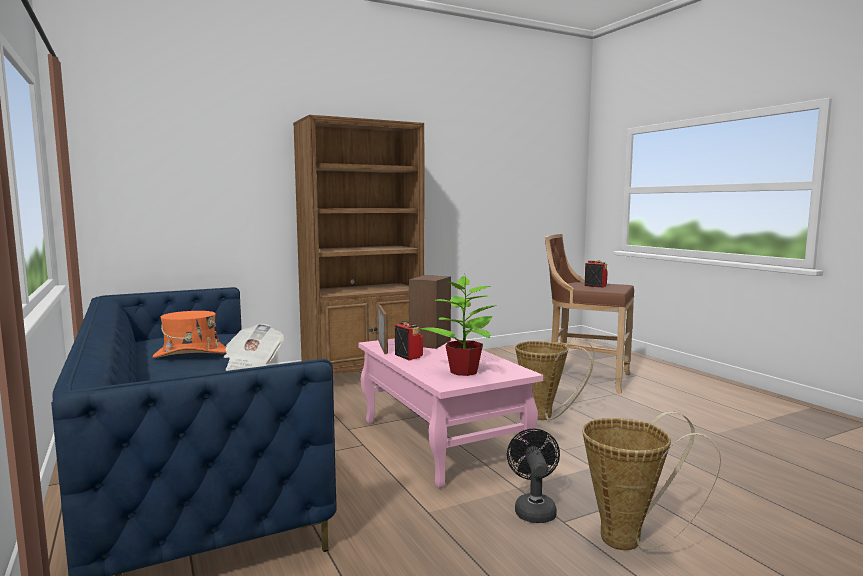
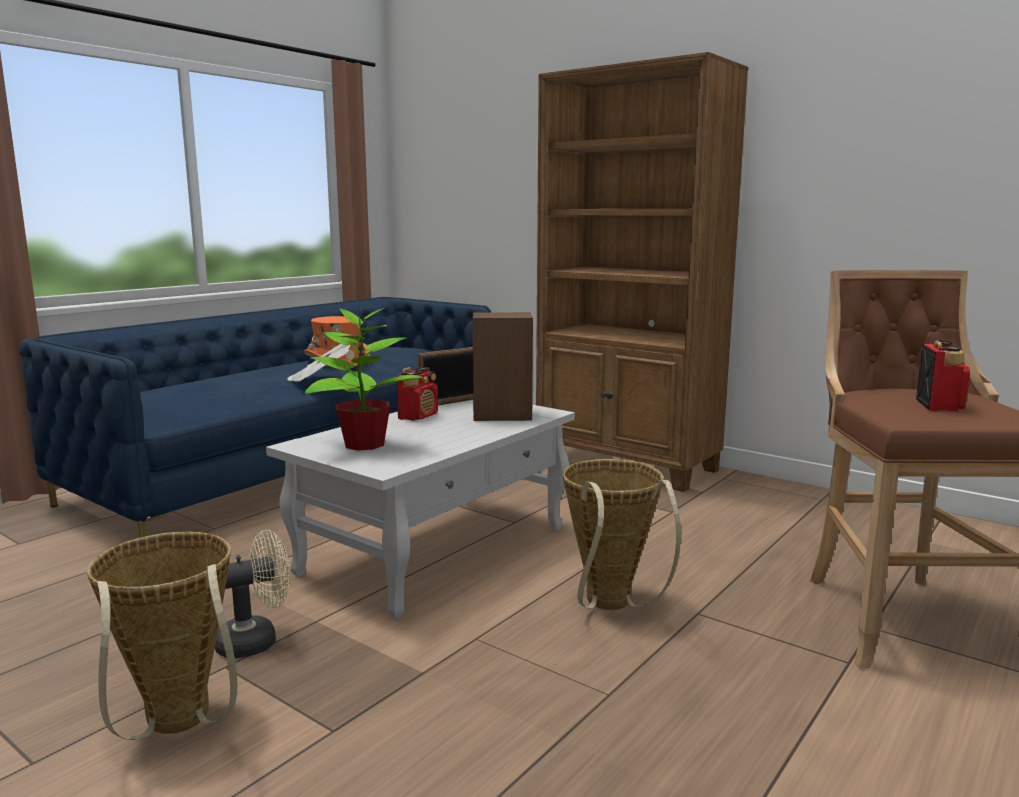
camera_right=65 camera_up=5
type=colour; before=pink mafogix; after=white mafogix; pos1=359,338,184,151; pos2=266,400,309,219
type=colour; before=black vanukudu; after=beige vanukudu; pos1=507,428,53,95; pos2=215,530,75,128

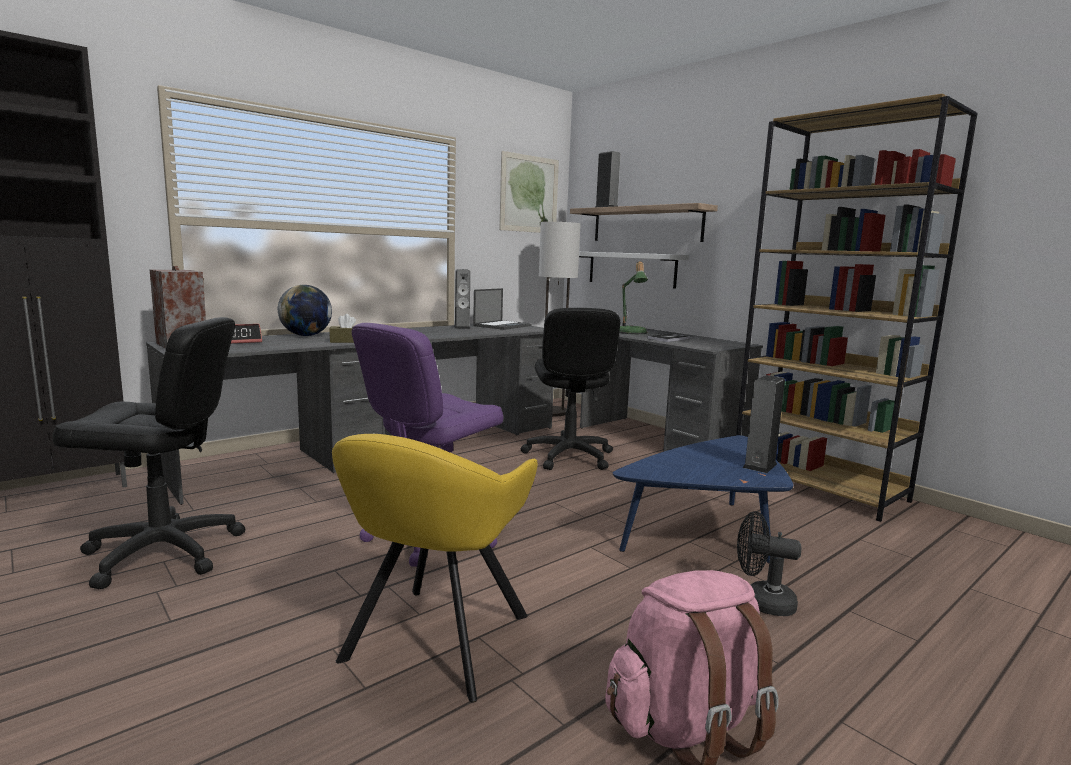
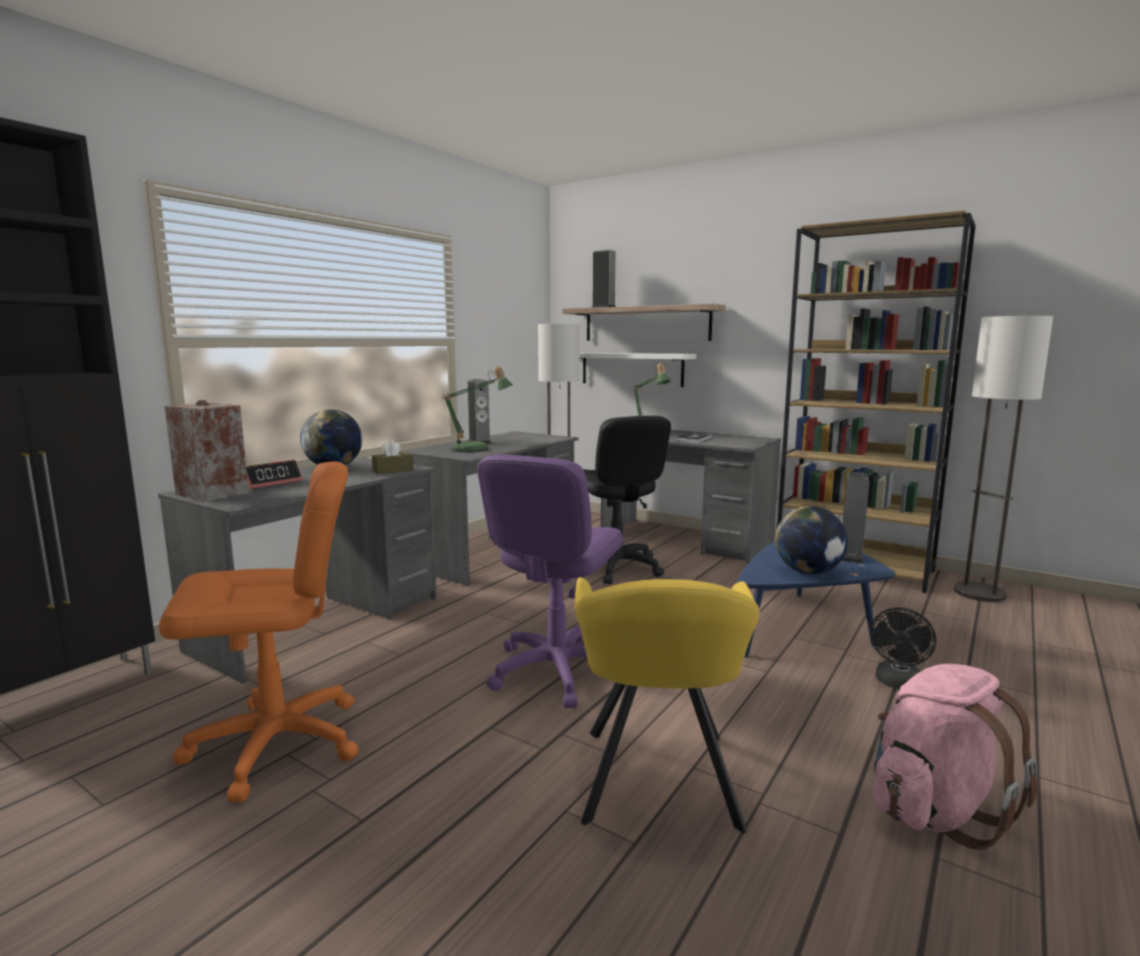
camera_right=-15 camera_up=0
type=missing; before=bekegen; pos1=500,151,59,82
type=missing; before=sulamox; pos1=473,288,59,42
type=colour; before=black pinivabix; after=orange pinivabix; pos1=52,317,193,272; pos2=159,461,200,341
type=spun; before=black vanukudu; pos1=737,511,64,105; pos2=870,607,66,82; turn=-60
type=appeared; after=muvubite; pos2=954,316,99,286
type=appeared; after=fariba; pos2=442,366,71,86
type=appeared; after=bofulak; pos2=775,506,73,68

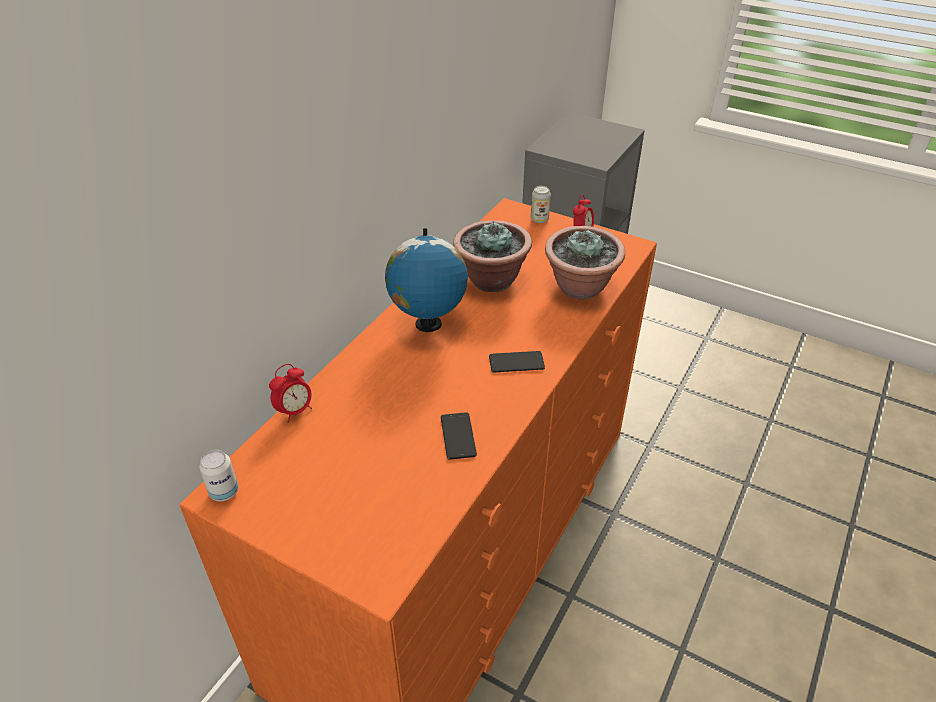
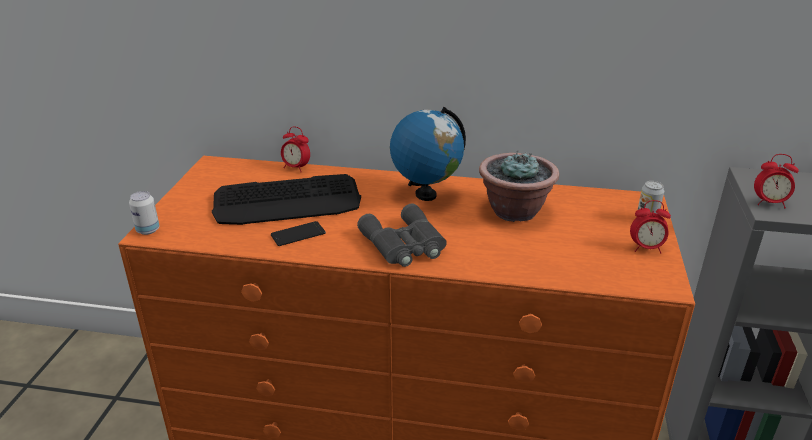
camera_right=70 camera_up=-10
type=missing; before=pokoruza; pos1=545,226,80,73
type=exchanged; before=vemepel; after=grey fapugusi; pos1=489,351,56,21; pos2=357,203,90,64
type=relocated; before=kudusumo; pos1=199,450,39,51; pos2=129,191,31,44
type=appeared; after=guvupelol; pos2=754,154,45,54
type=appeared; after=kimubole; pos2=212,174,149,51

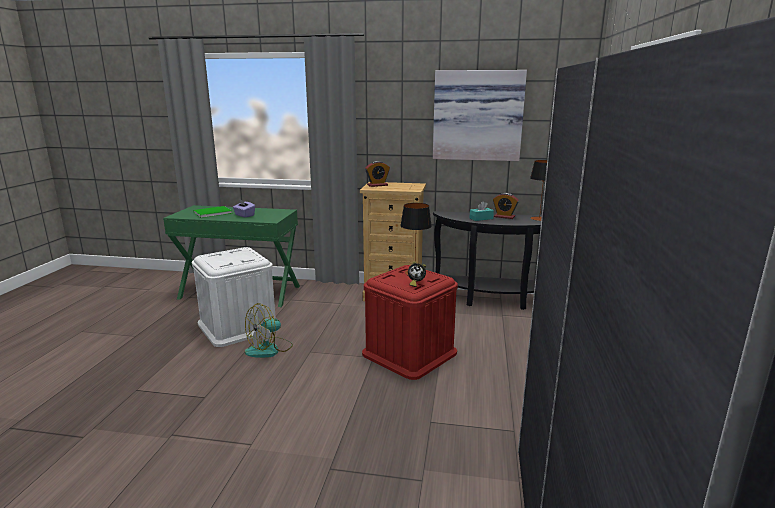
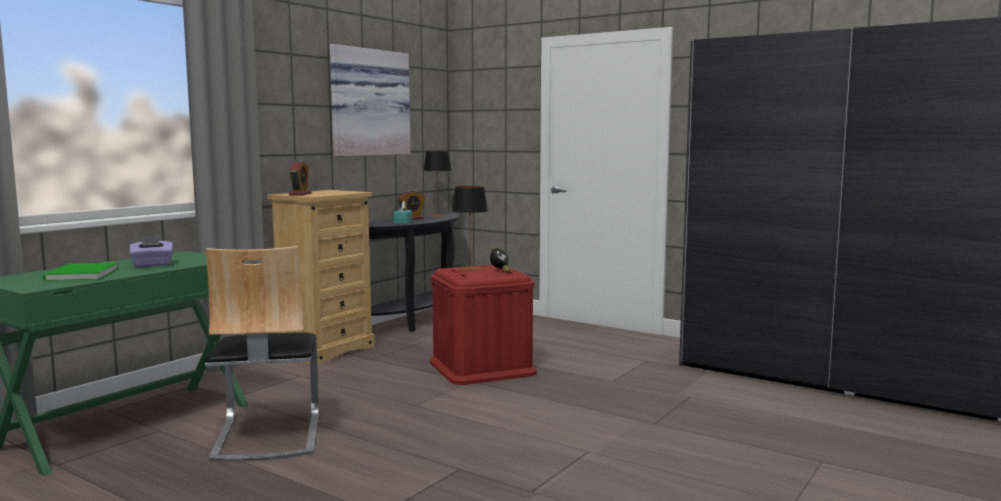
camera_right=-65 camera_up=-10
type=exchanged; before=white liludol; after=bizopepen; pos1=192,247,86,100; pos2=204,246,115,215
type=missing; before=vanukudu; pos1=245,303,48,55

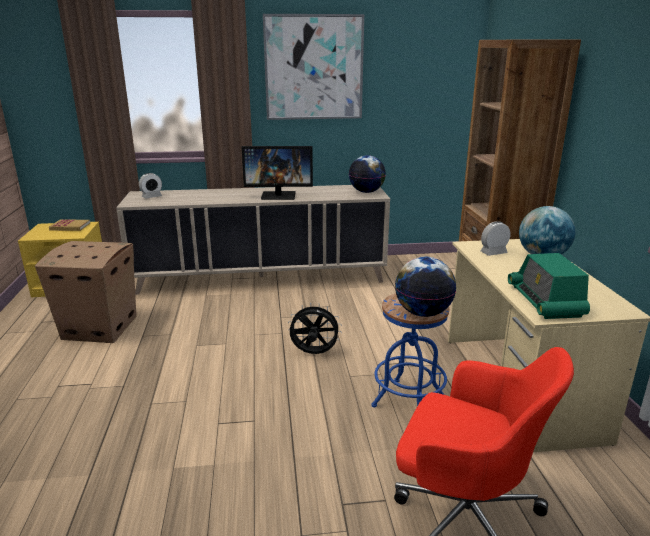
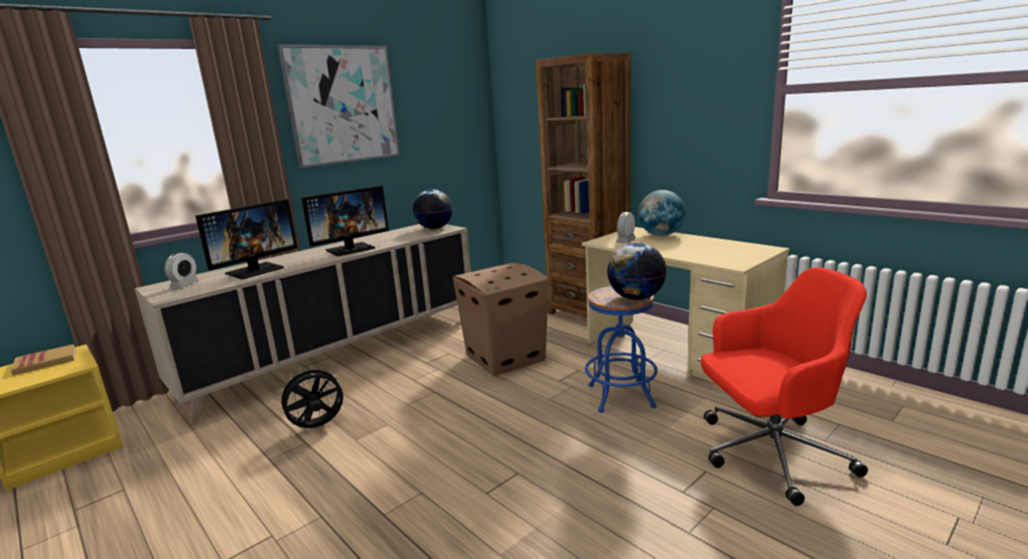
camera_right=-35 camera_up=-5
type=relocated; before=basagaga; pos1=35,241,102,102; pos2=453,263,96,113
type=missing; before=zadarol; pos1=508,253,82,66
type=relocated; before=black vanukudu; pos1=288,303,54,51; pos2=277,365,67,63
type=appeared; after=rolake; pos2=195,199,102,80

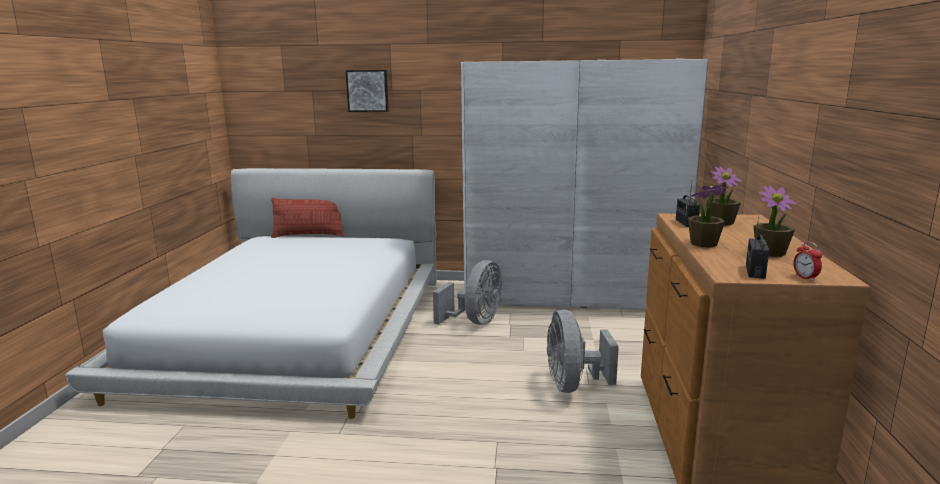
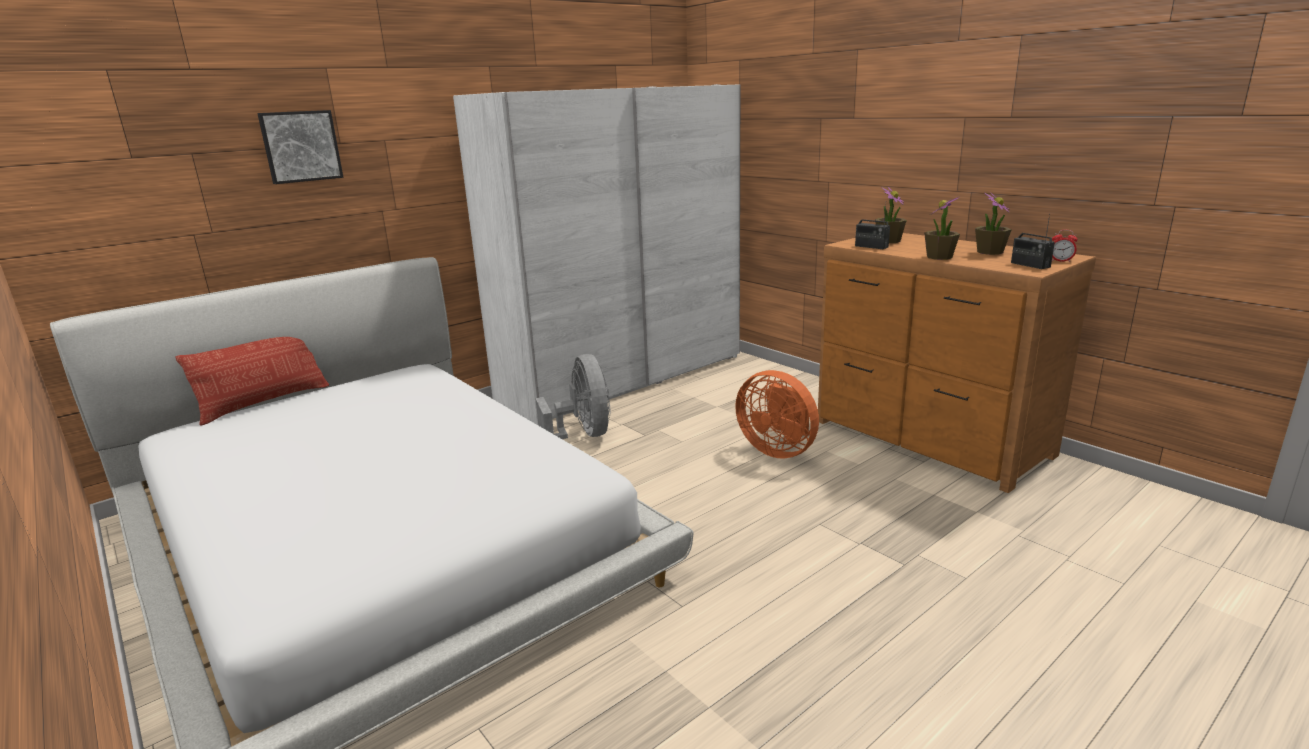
camera_right=-45 camera_up=5
type=colour; before=grey vanukudu; after=orange vanukudu; pos1=547,309,72,84; pos2=735,370,84,89

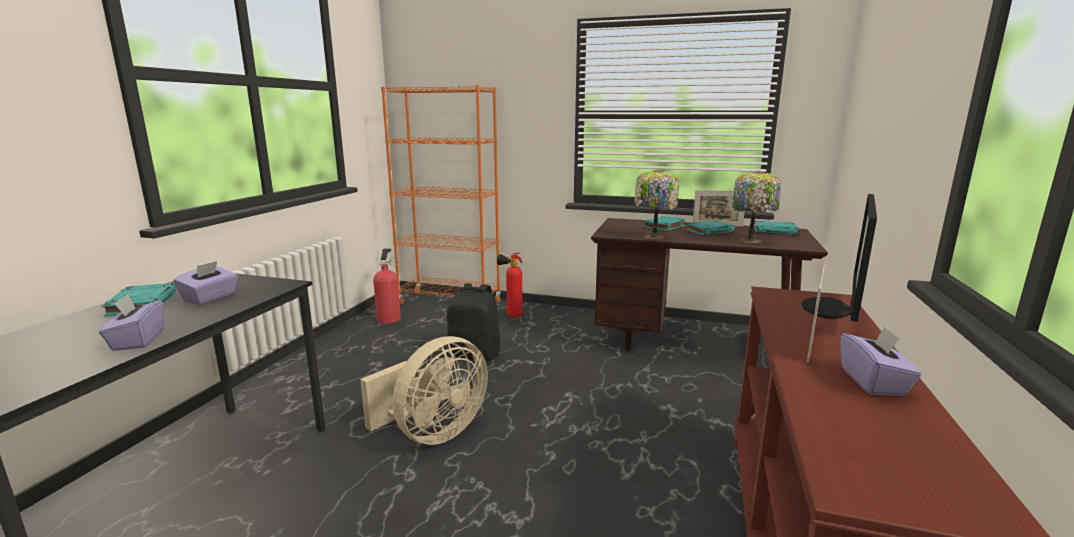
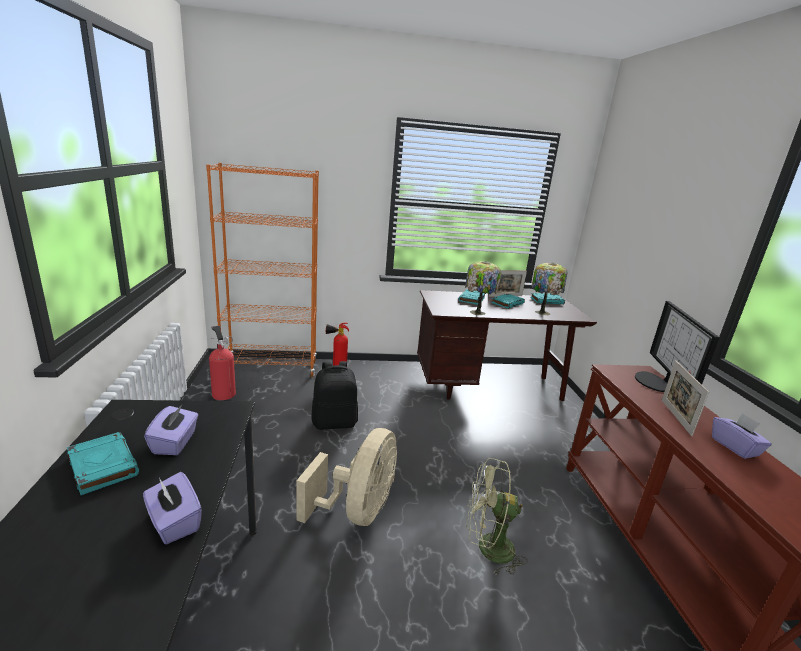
camera_right=-25 camera_up=5
type=appeared; after=green vanukudu; pos2=466,458,61,117

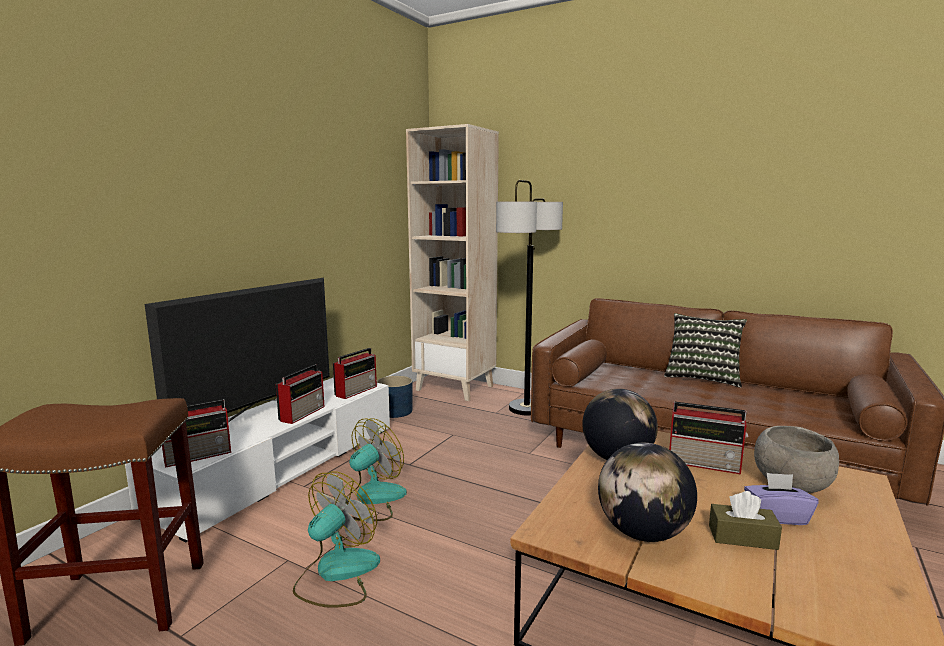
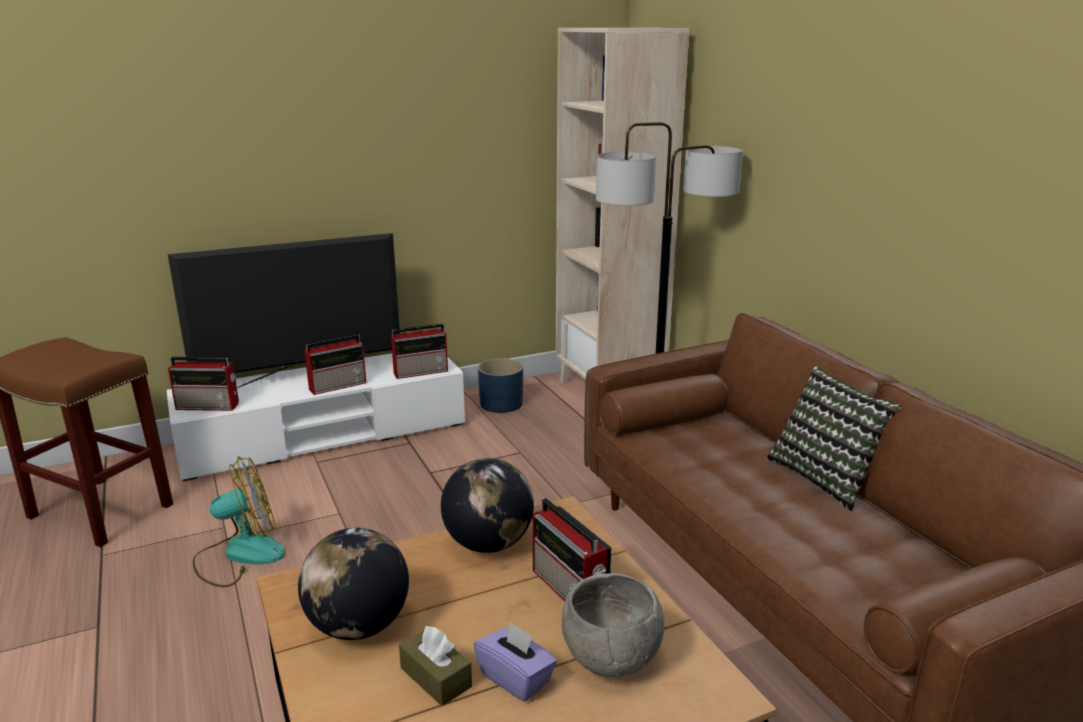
camera_right=35 camera_up=10
type=missing; before=vanukudu; pos1=347,418,60,103

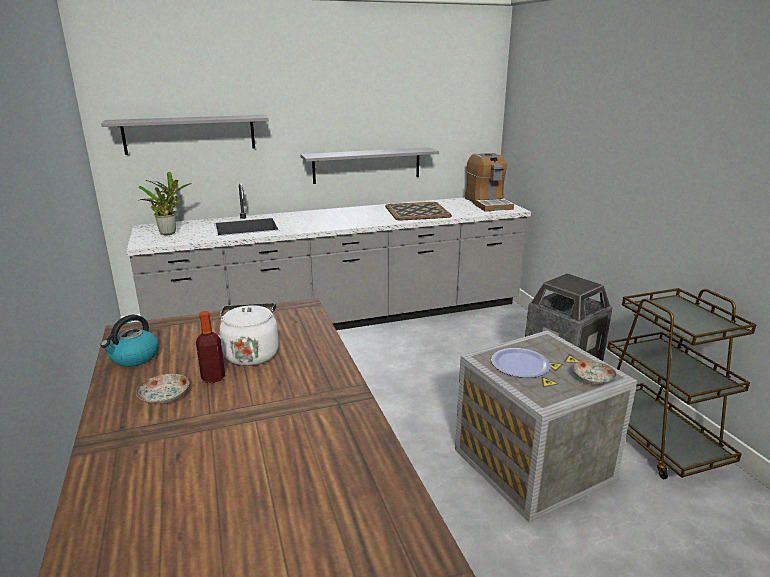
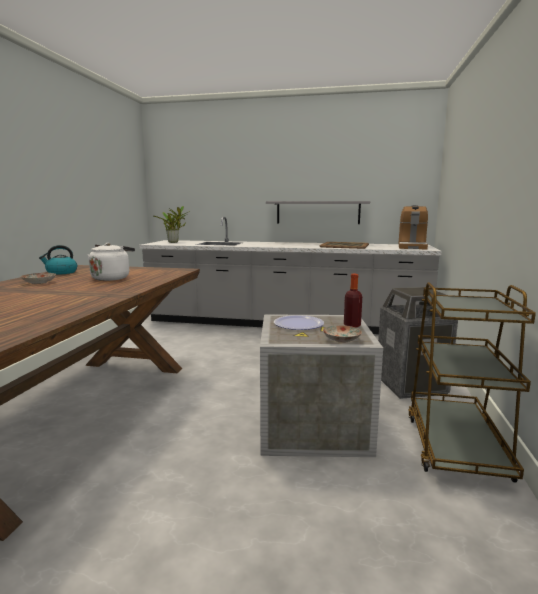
camera_right=30 camera_up=-10
type=missing; before=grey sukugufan; pos1=101,115,168,40
type=relocated; before=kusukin; pos1=196,311,29,72; pos2=344,274,18,54

